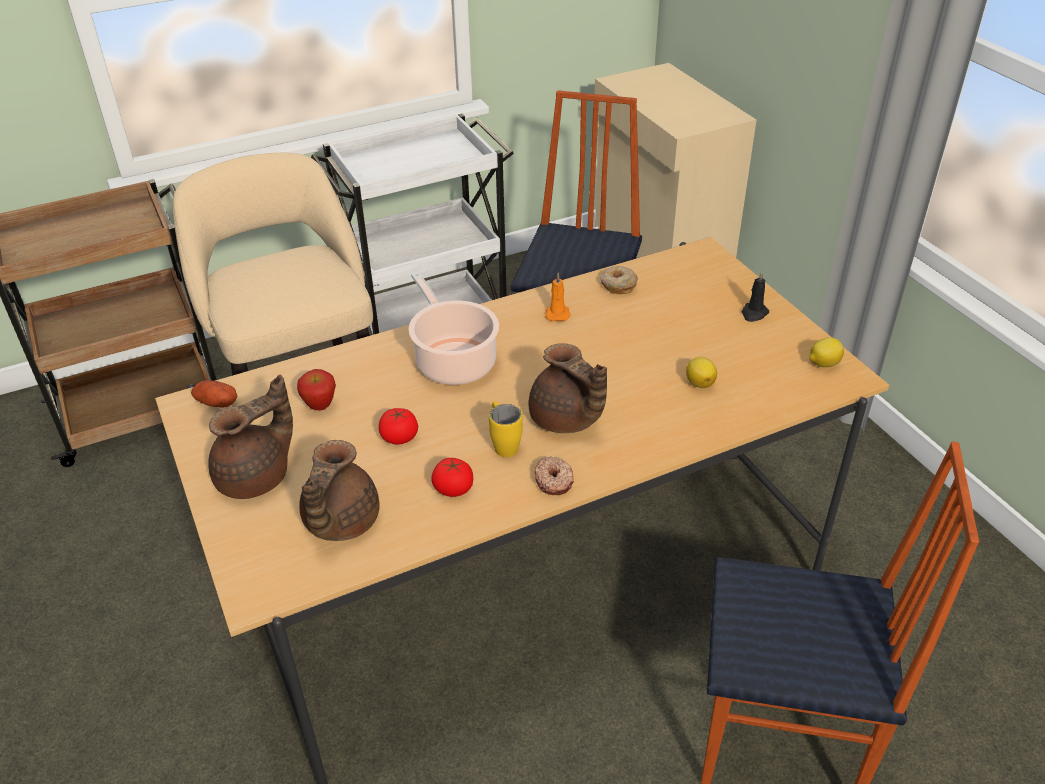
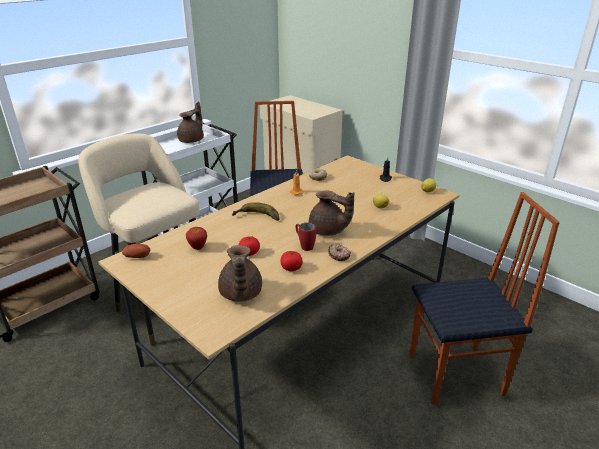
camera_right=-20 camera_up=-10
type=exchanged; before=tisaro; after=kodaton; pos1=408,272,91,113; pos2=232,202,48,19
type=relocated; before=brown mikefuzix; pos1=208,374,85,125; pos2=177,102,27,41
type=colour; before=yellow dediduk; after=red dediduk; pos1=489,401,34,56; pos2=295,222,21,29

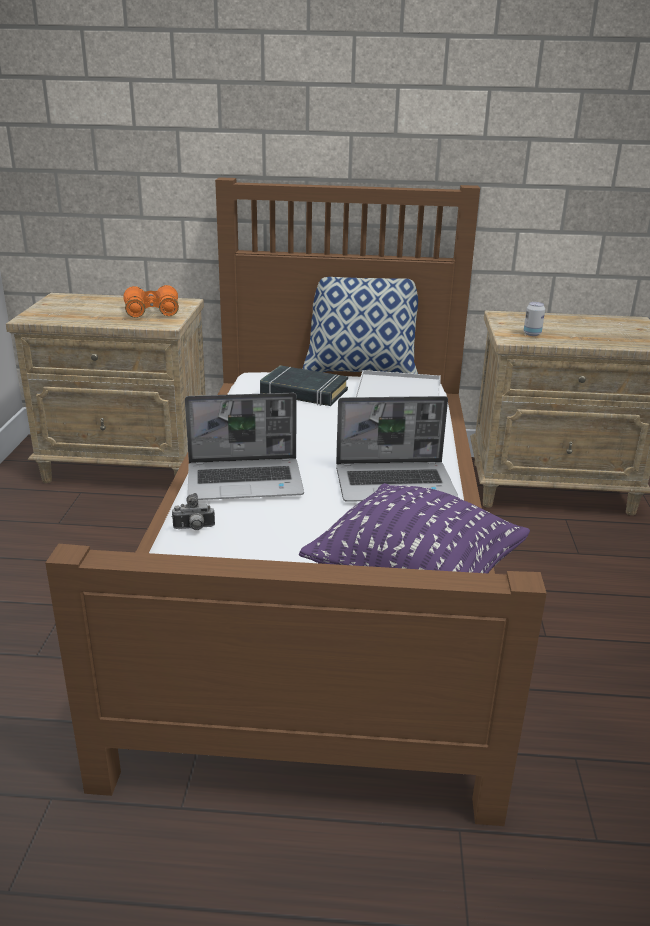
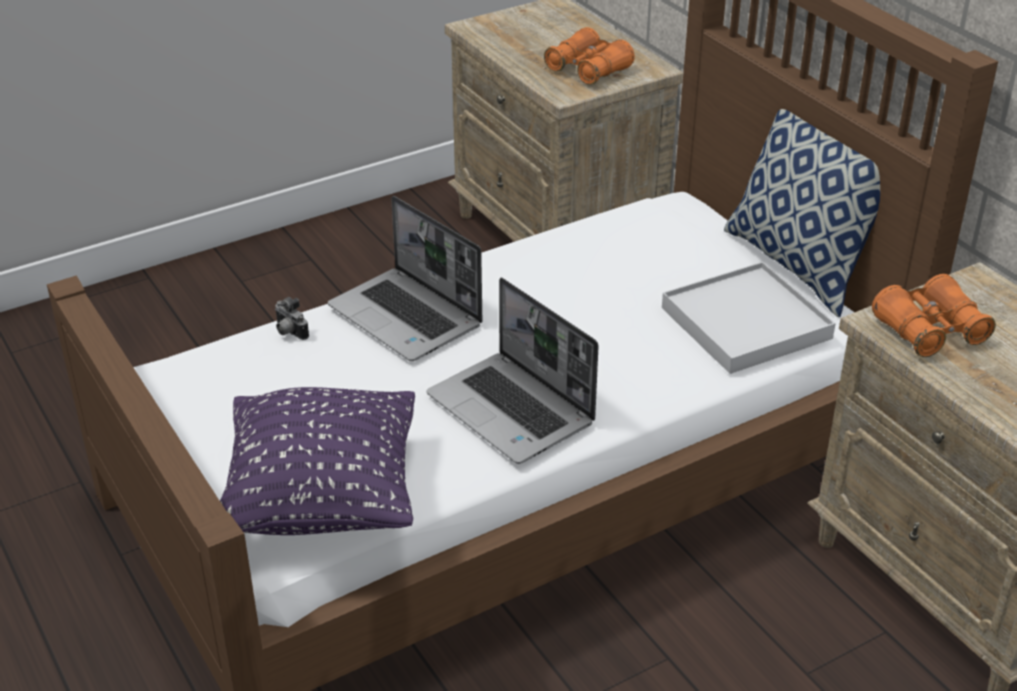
camera_right=55 camera_up=10
type=exchanged; before=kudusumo; after=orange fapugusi; pos1=524,302,21,34; pos2=872,274,124,83
type=missing; before=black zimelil; pos1=260,365,88,41

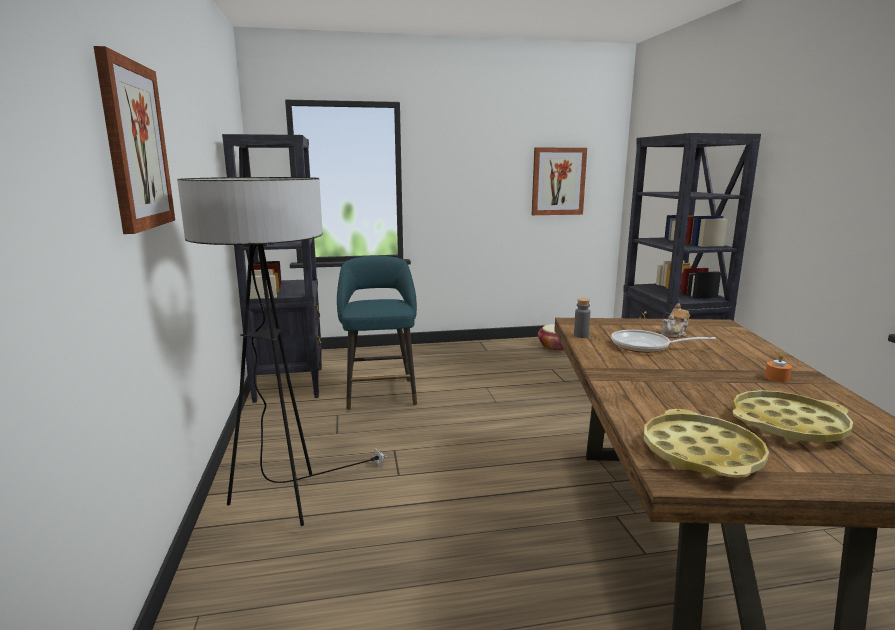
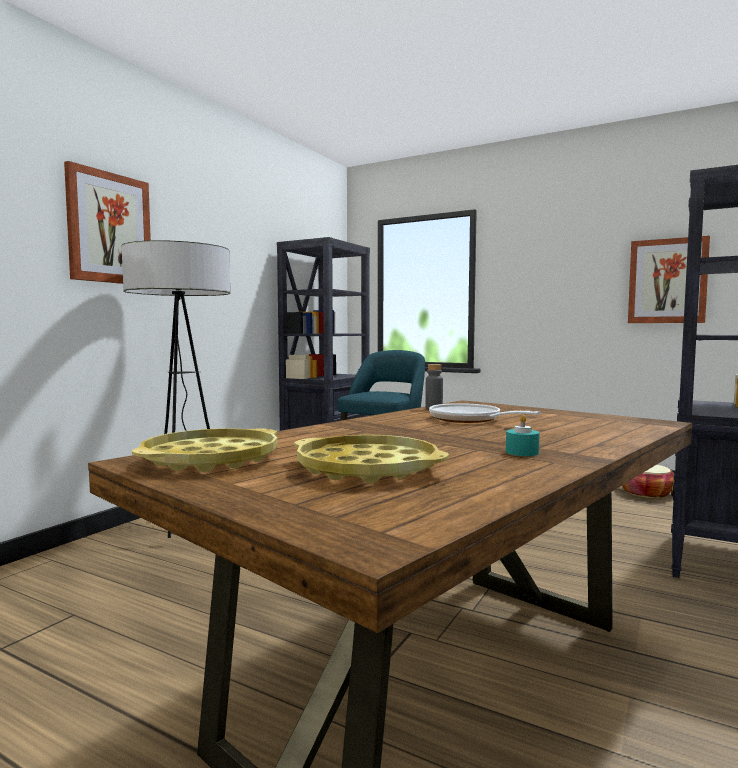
camera_right=40 camera_up=-10
type=missing; before=mikefuzix; pos1=661,303,29,35
type=colour; before=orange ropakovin; after=turquoise ropakovin; pos1=765,354,27,28; pos2=506,415,34,41

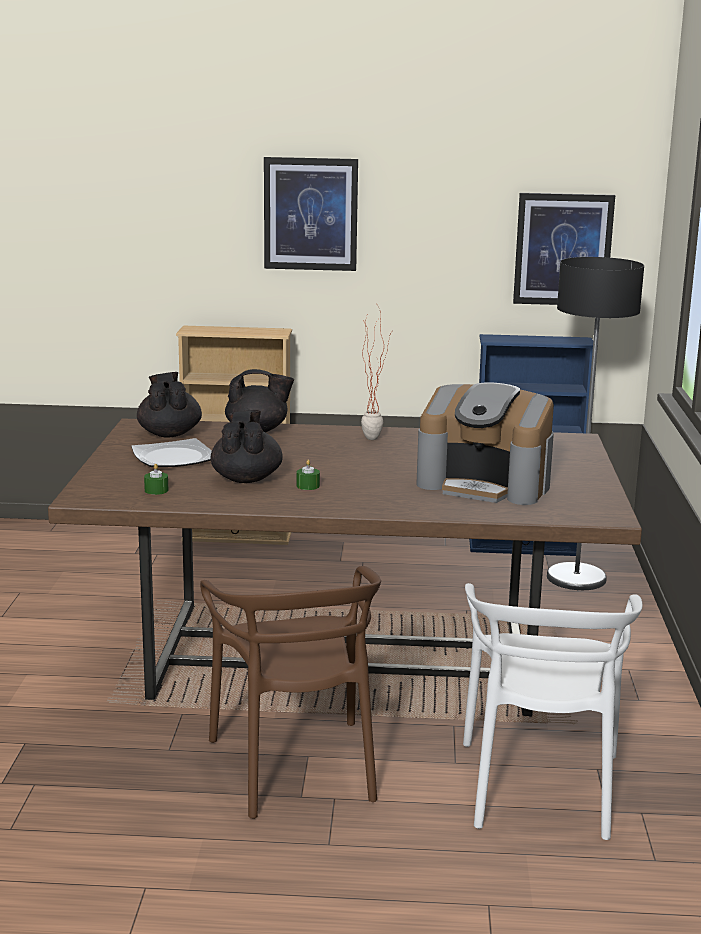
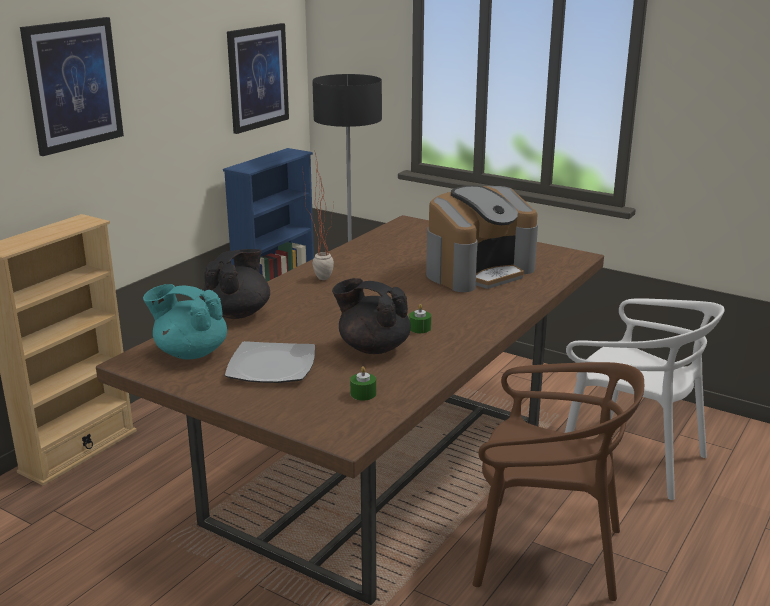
camera_right=-60 camera_up=5
type=colour; before=black mikefuzix; after=turquoise mikefuzix; pos1=137,372,65,65; pos2=143,284,84,76

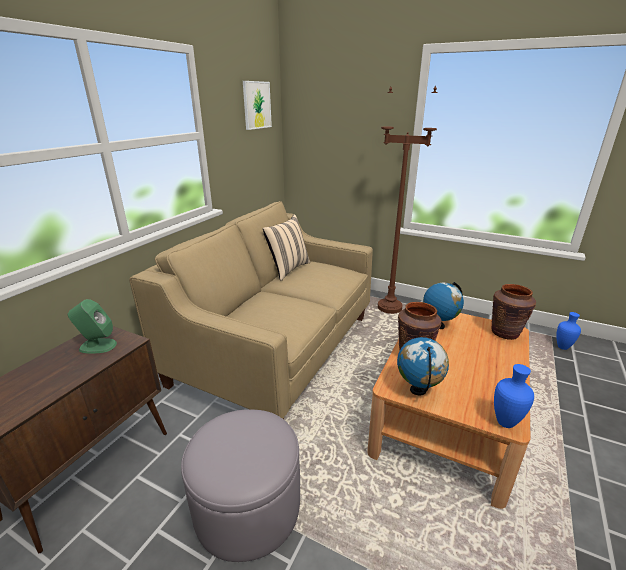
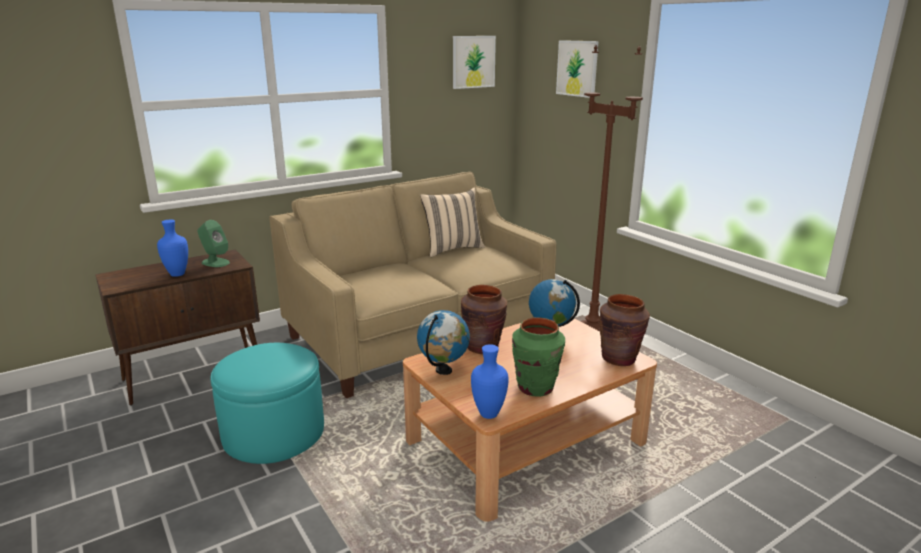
camera_right=30 camera_up=-5
type=relocated; before=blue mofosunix; pos1=556,312,25,38; pos2=157,220,31,57
type=colour; before=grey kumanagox; after=turquoise kumanagox; pos1=181,409,119,153; pos2=210,343,114,121
type=appeared; after=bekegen; pos2=556,40,43,58
type=appeared; after=green mofosunix; pos2=512,317,53,80

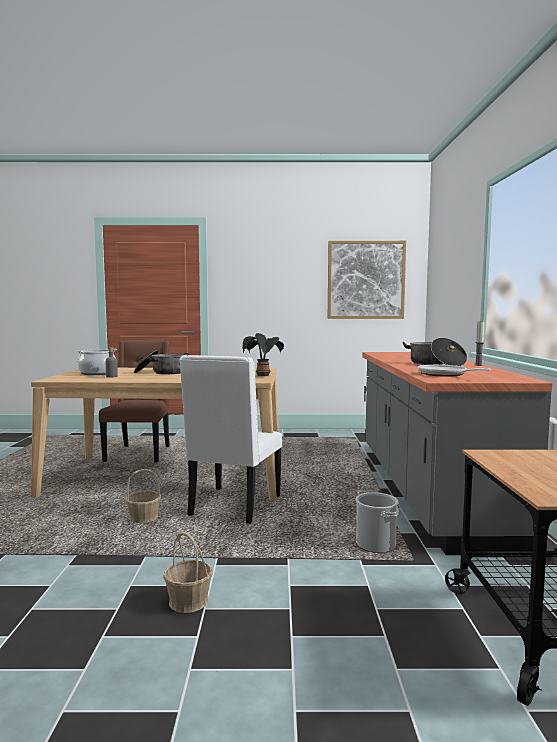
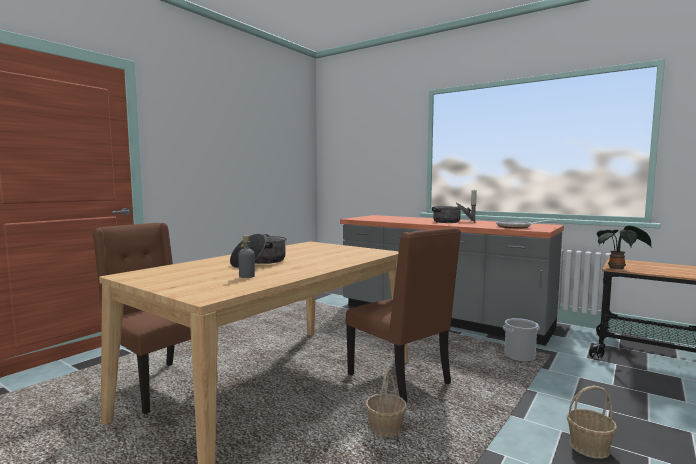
camera_right=-55 camera_up=0
type=missing; before=bekegen; pos1=328,241,78,78
type=relocated; before=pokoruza; pos1=242,333,42,43; pos2=597,226,54,43
type=missing; before=tisaro; pos1=76,349,41,26
type=colour; before=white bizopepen; after=brown bizopepen; pos1=180,355,102,169; pos2=346,227,115,176

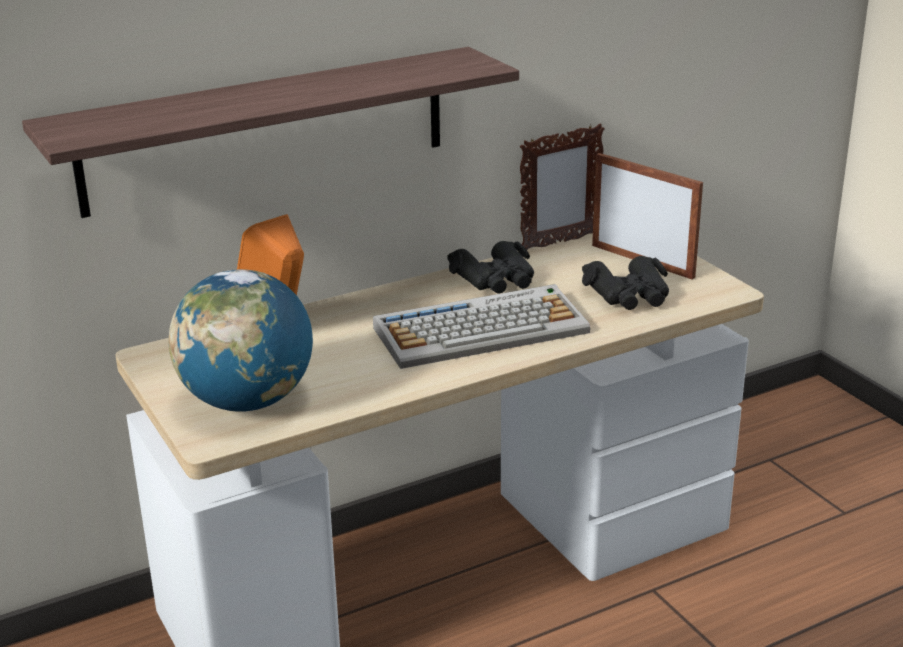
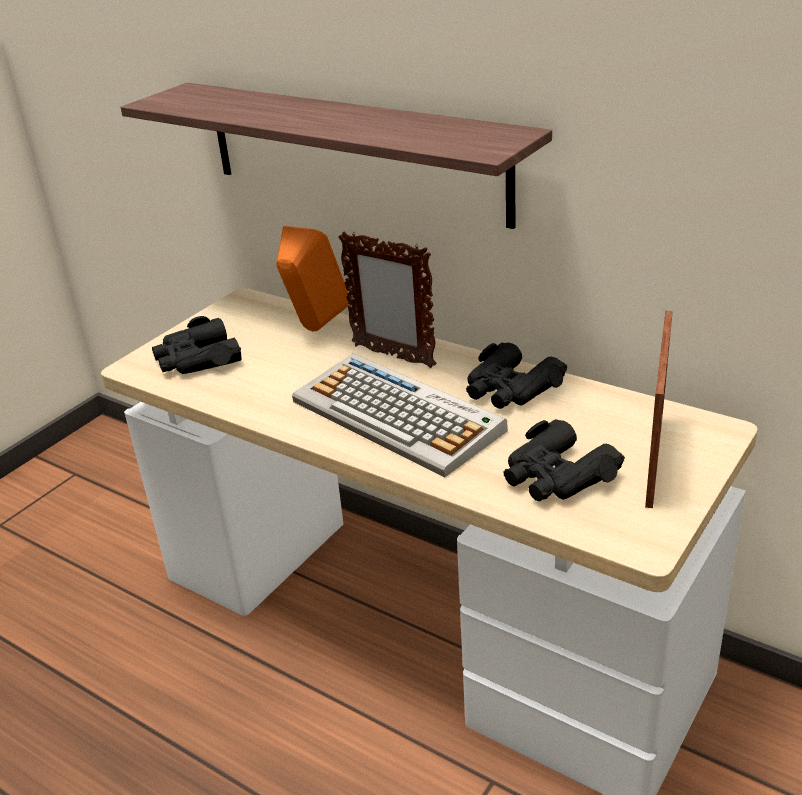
camera_right=65 camera_up=5
type=relocated; before=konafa; pos1=520,124,85,126; pos2=338,232,98,136
type=exchanged; before=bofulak; after=black fapugusi; pos1=168,269,145,143; pos2=152,316,90,58

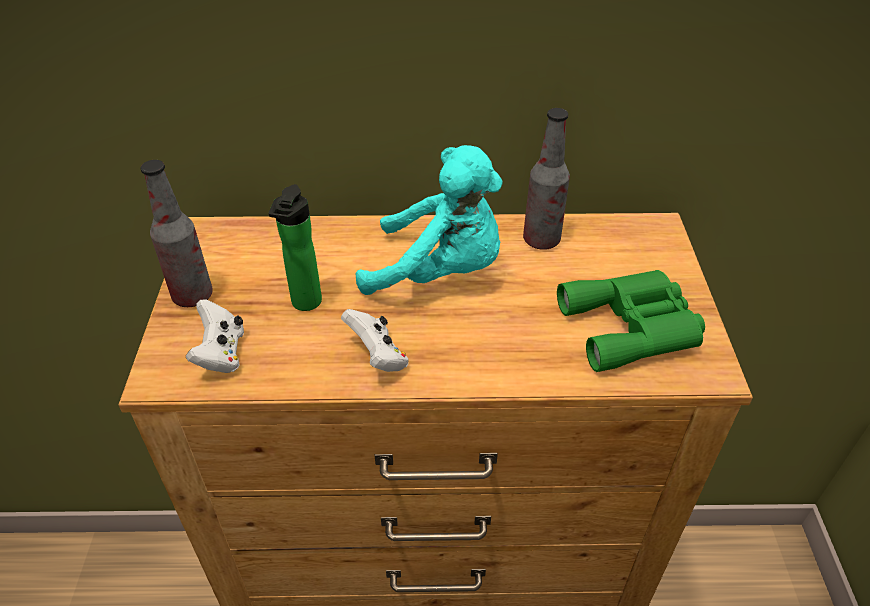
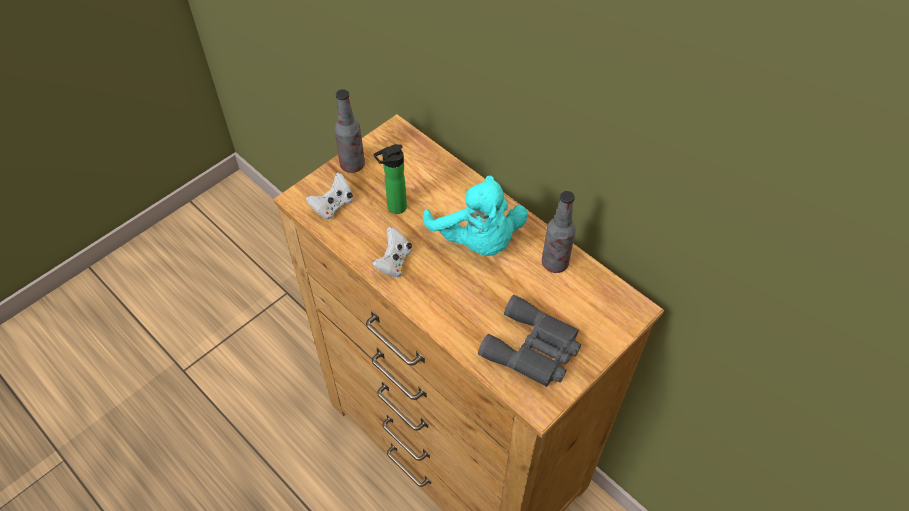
camera_right=45 camera_up=10
type=colour; before=green fapugusi; after=grey fapugusi; pos1=557,270,148,102; pos2=478,295,103,92

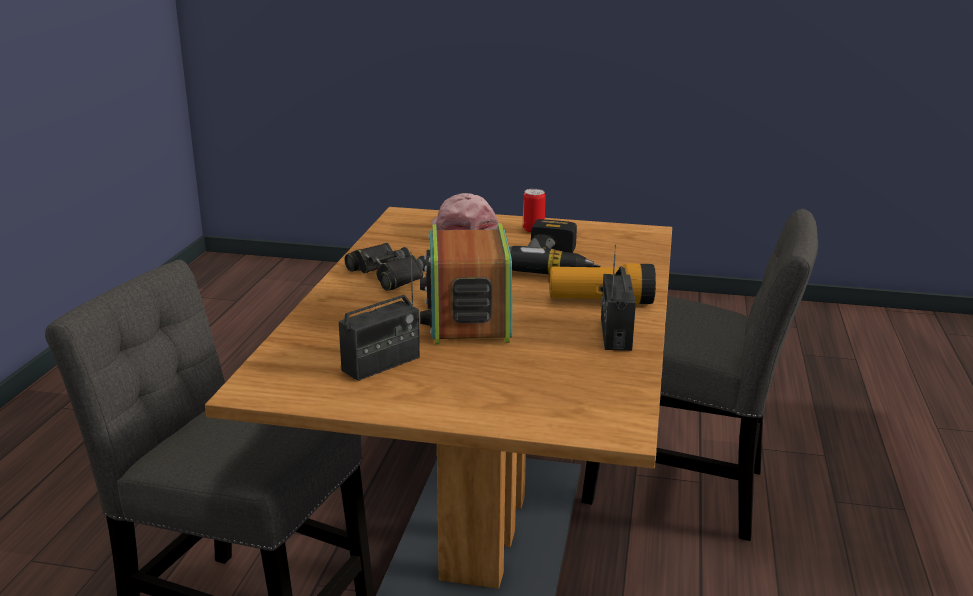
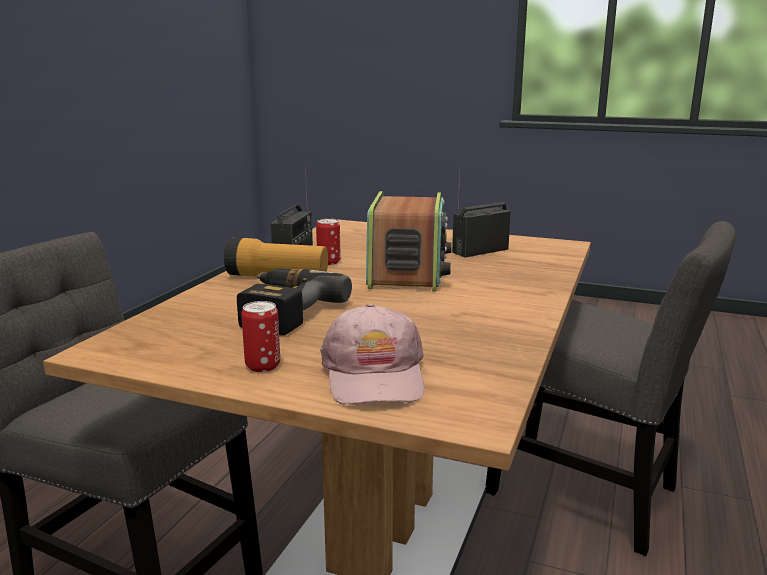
camera_right=-170 camera_up=-5
type=missing; before=black fapugusi; pos1=344,243,83,48
type=appeared; after=kudusumo; pos2=316,218,25,47

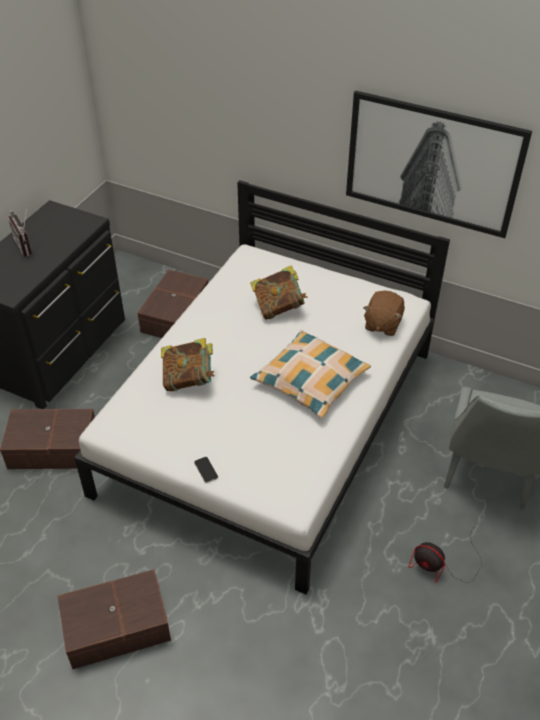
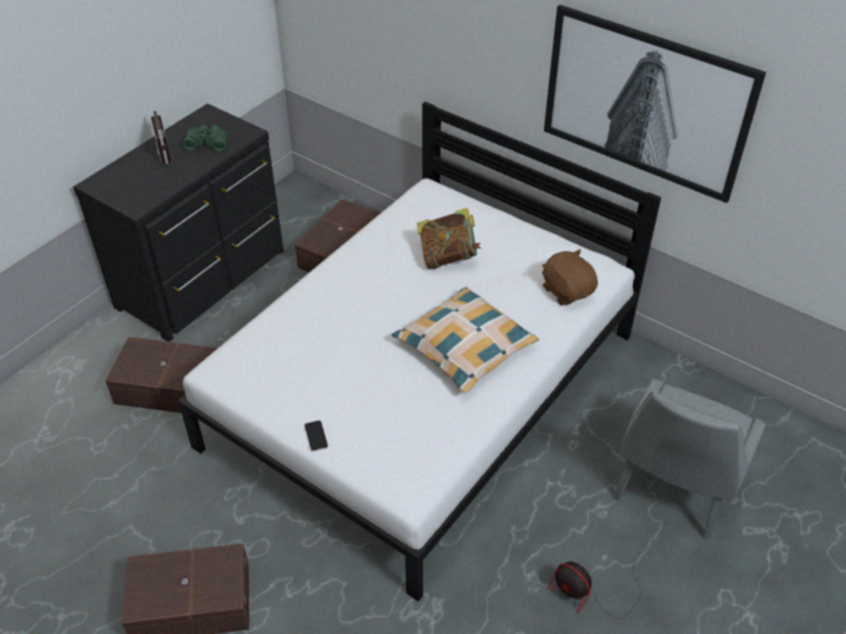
camera_right=10 camera_up=0
type=spun; before=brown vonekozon; pos1=363,291,42,45; pos2=542,249,56,56; turn=120
type=missing; before=zimelil; pos1=161,338,54,53
type=appeared; after=green fapugusi; pos2=183,125,46,27

